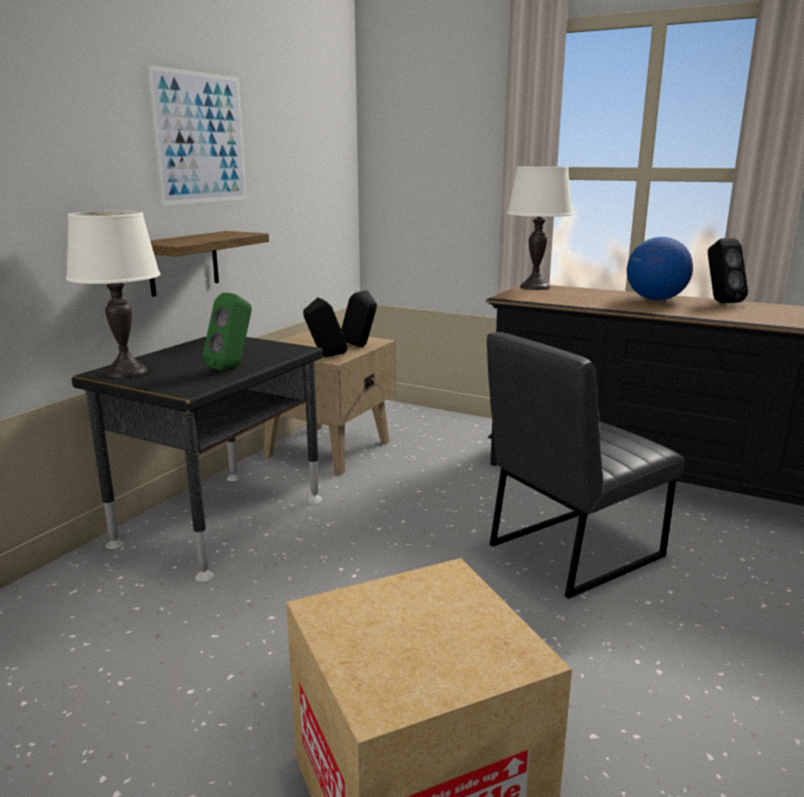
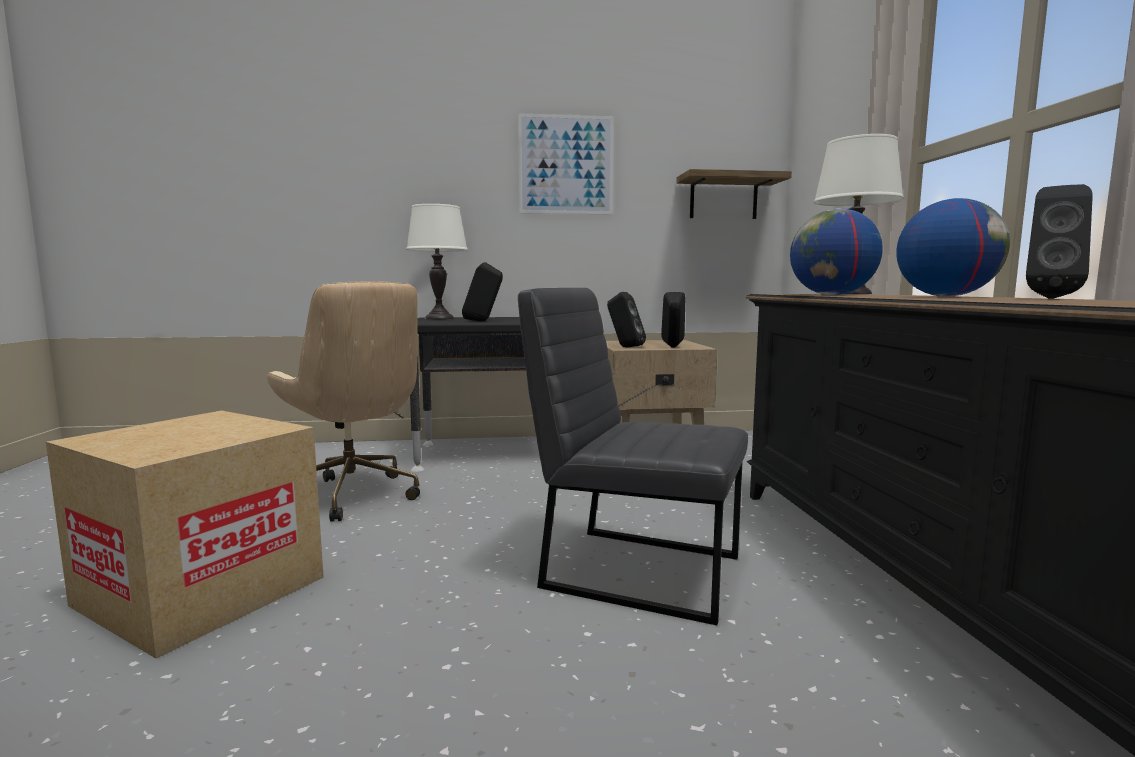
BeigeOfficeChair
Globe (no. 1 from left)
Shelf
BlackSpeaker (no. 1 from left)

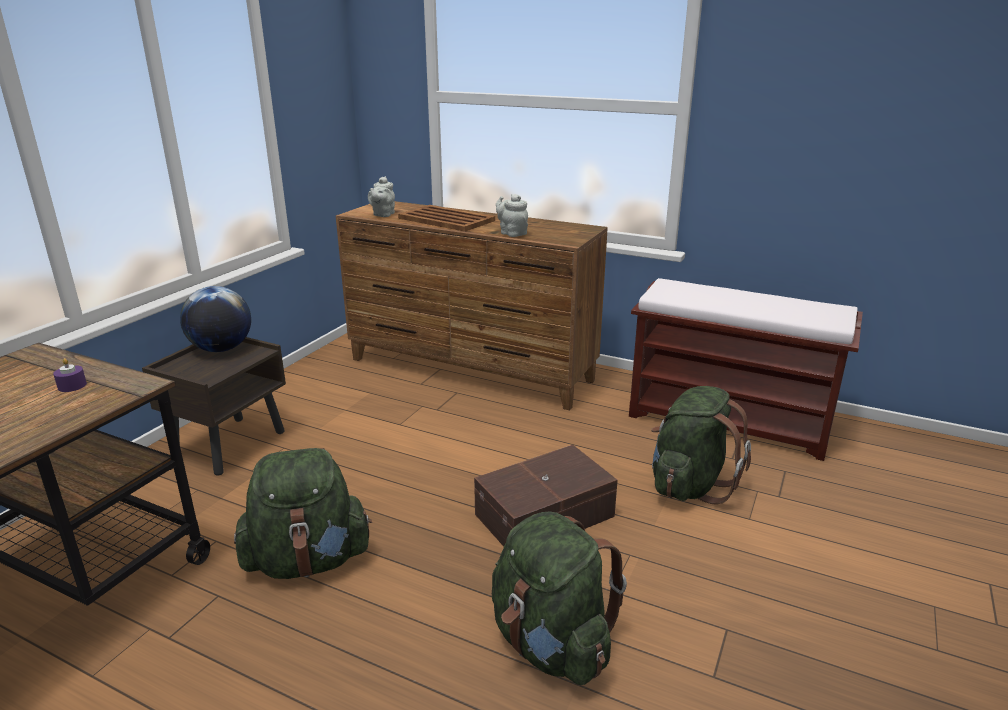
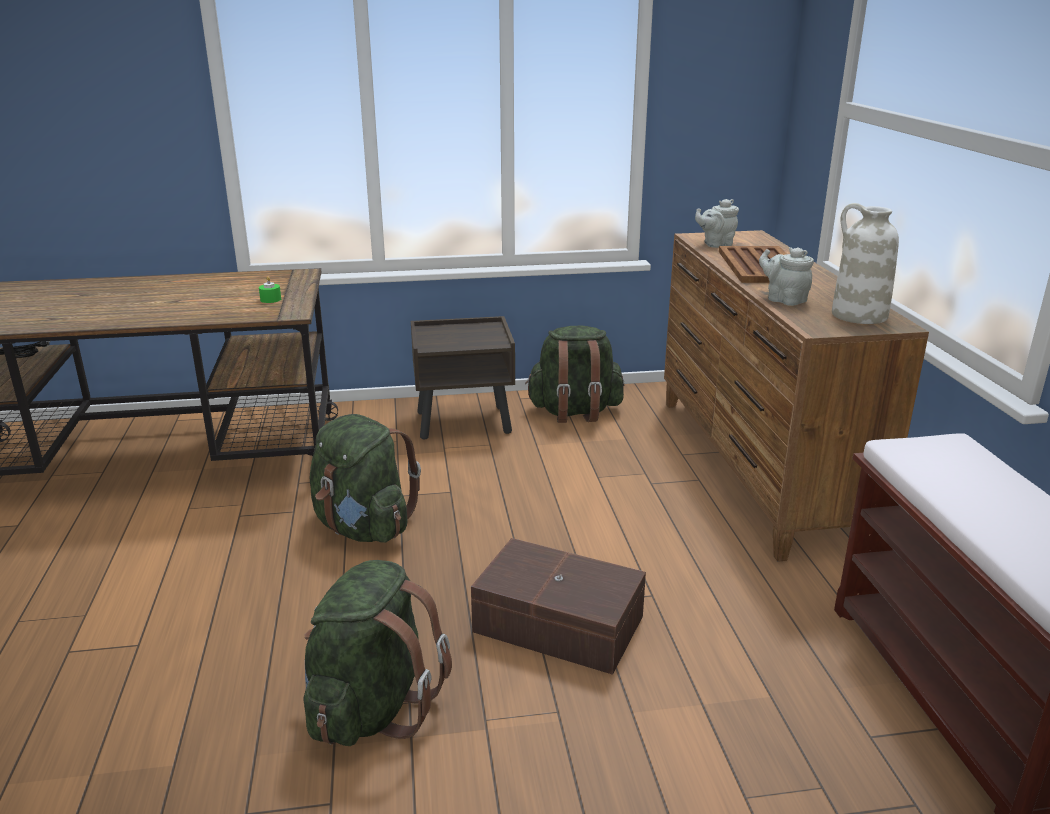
Globe
WhiteVase
GreenBackpack (no. 3 from left)
GreenCandle
GreyTeapot (no. 2 from left)

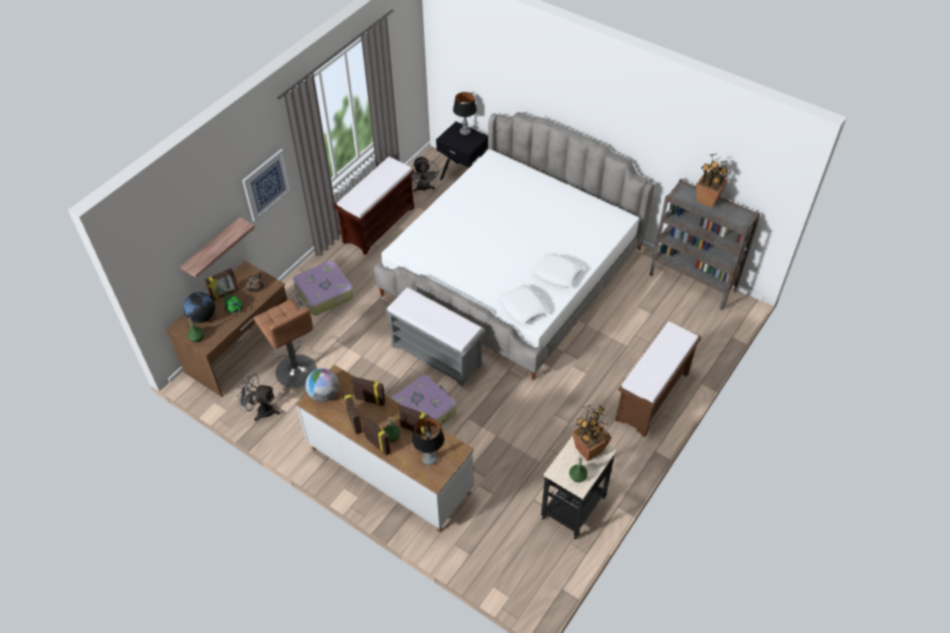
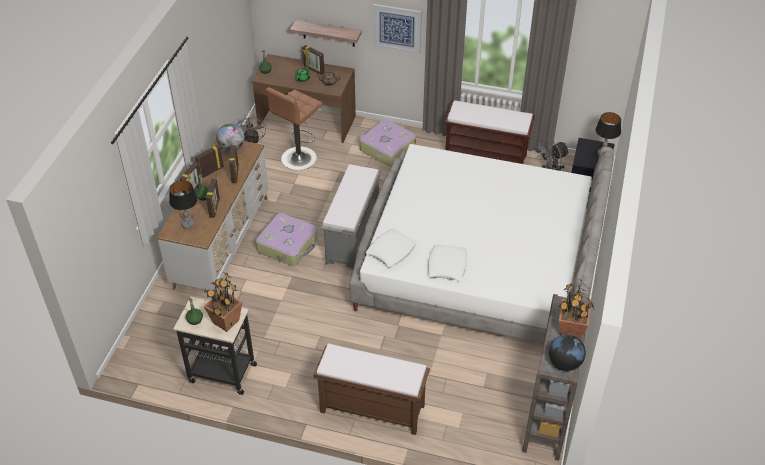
Globe (no. 2 from left)

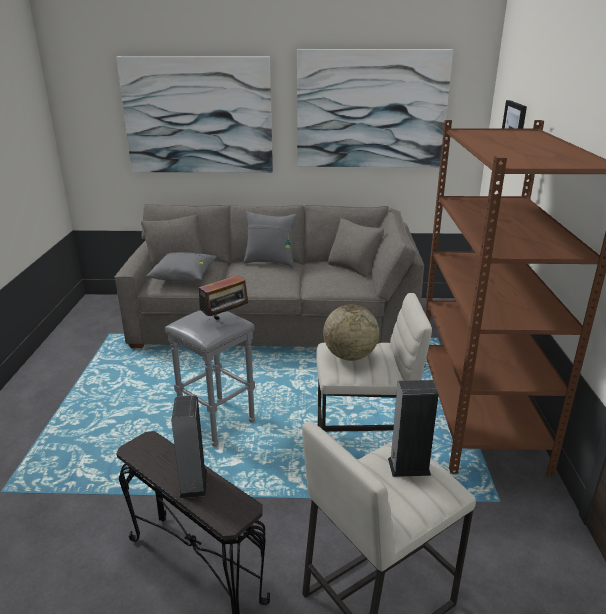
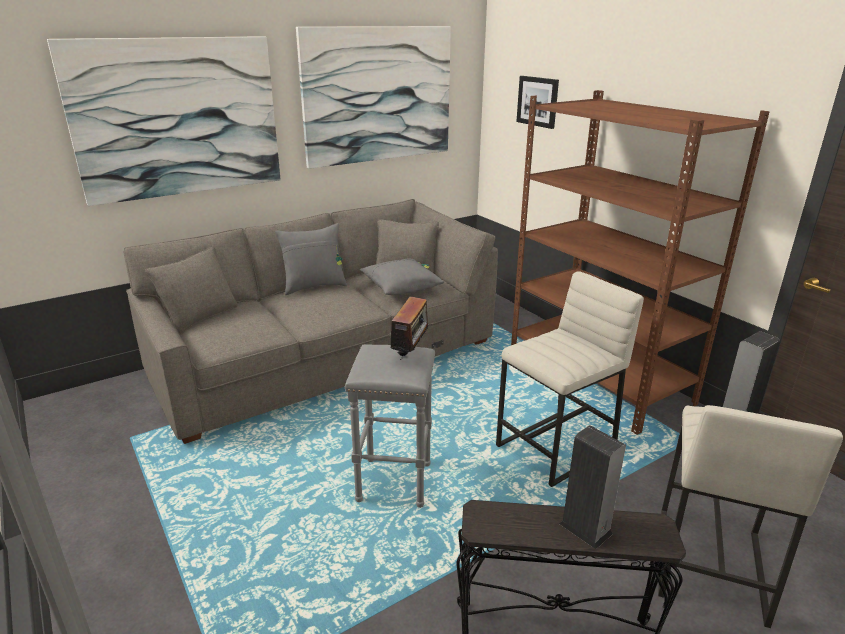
Globe
GreyPillow (no. 2 from left)

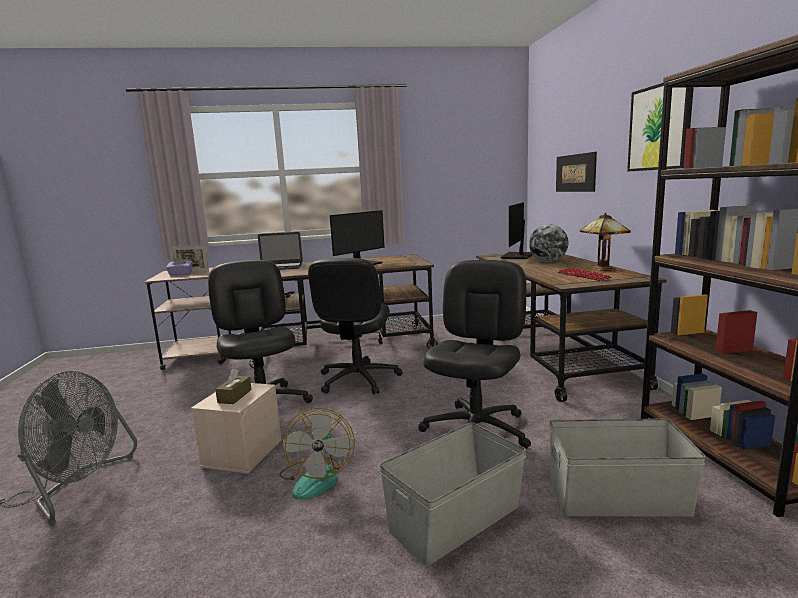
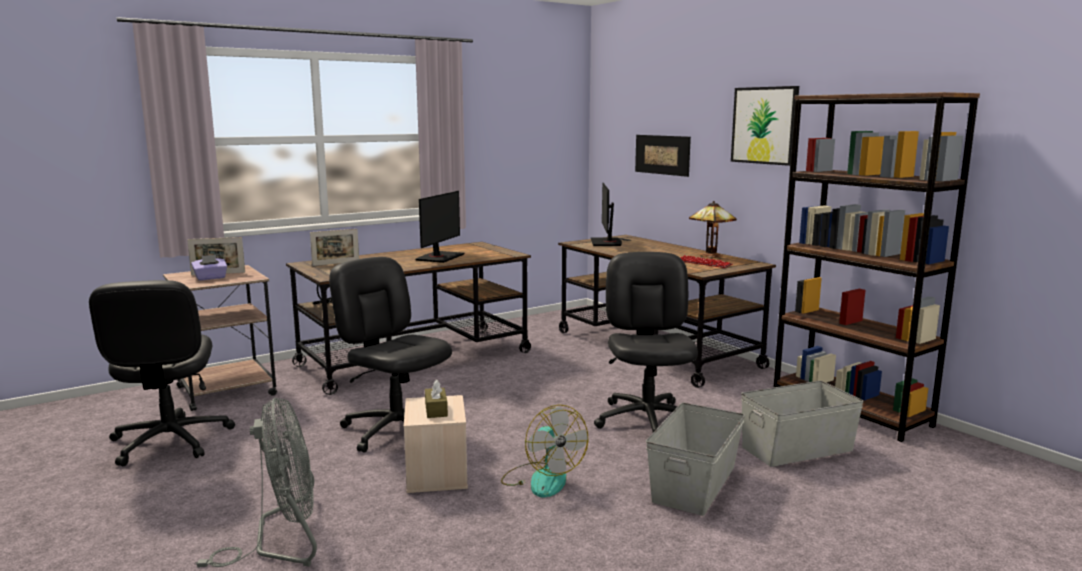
Globe
BlackOfficeChair (no. 1 from left)
PictureFrame (no. 2 from left)

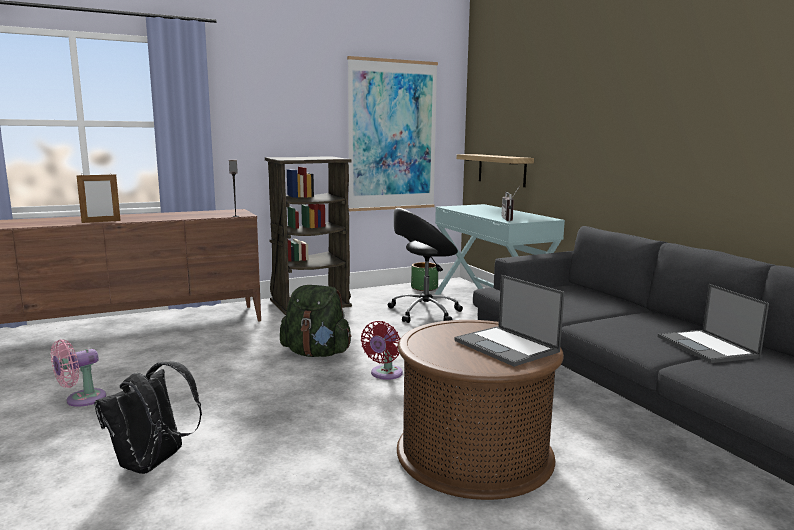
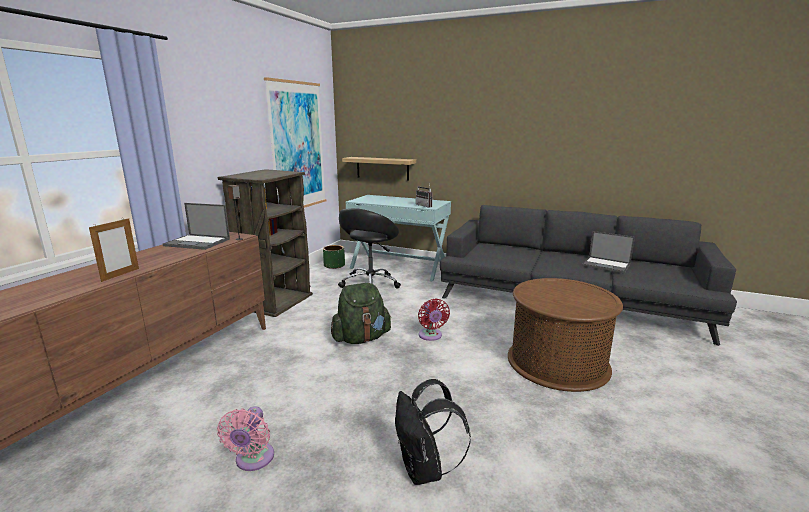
Laptop (no. 1 from left)

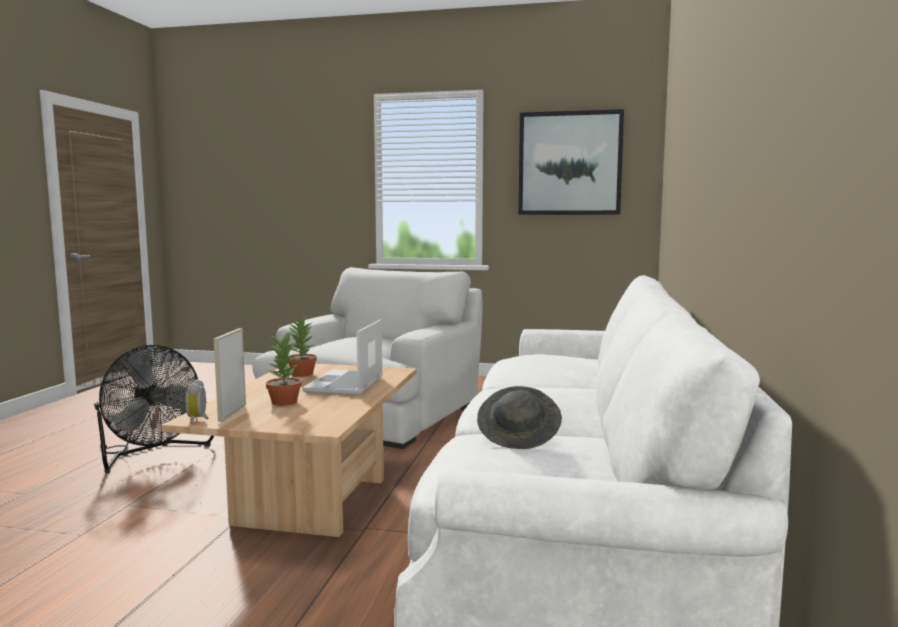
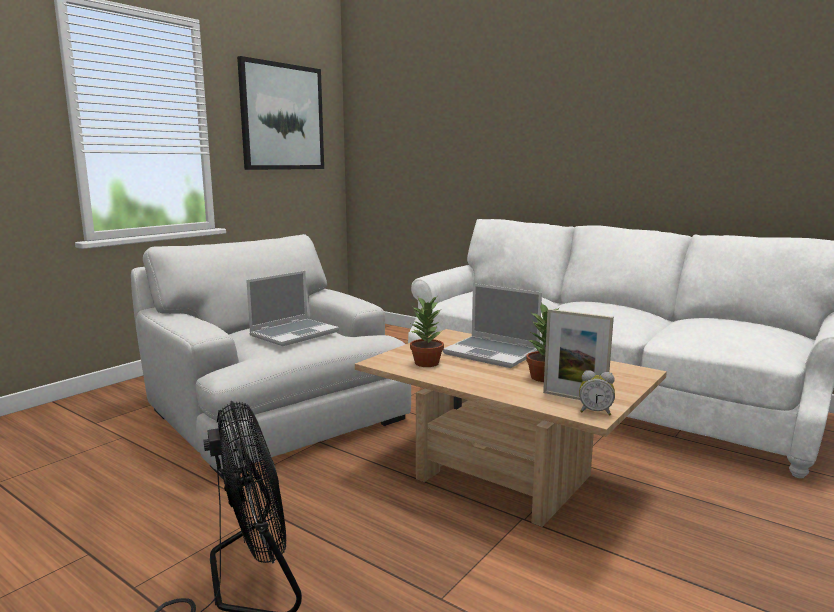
GreyHat
Laptop (no. 1 from left)

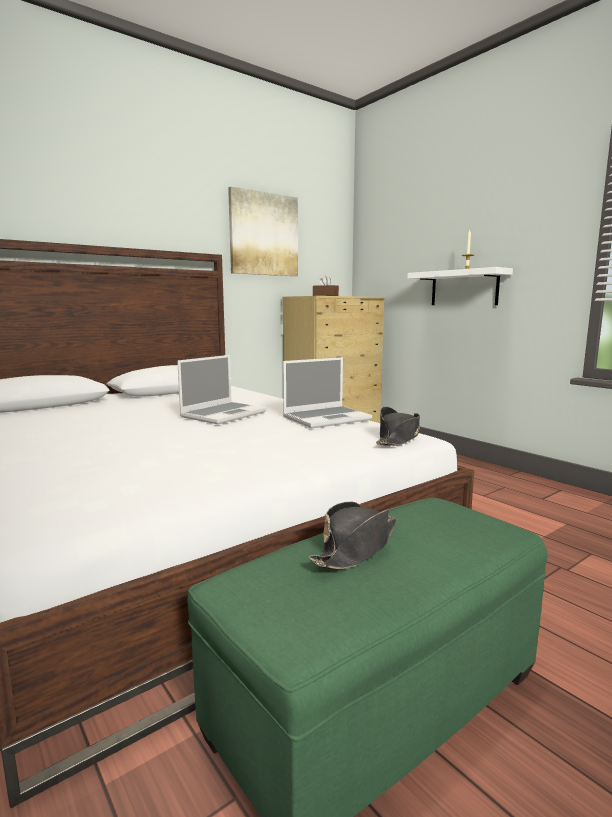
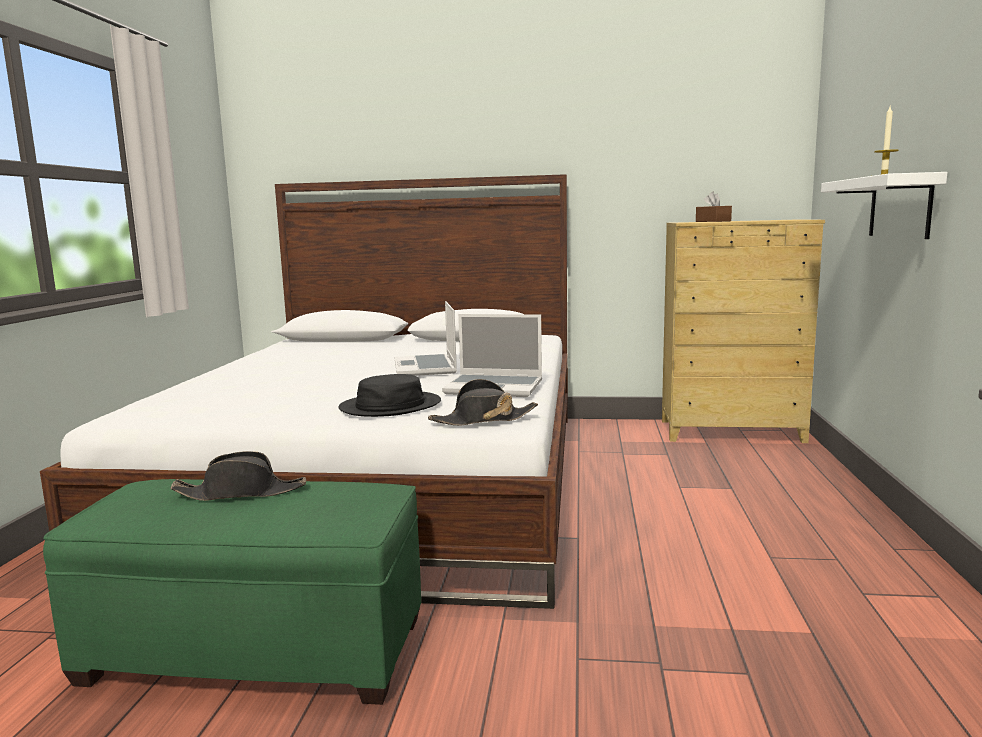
Picture
BlackHat (no. 2 from left)
Laptop (no. 1 from left)

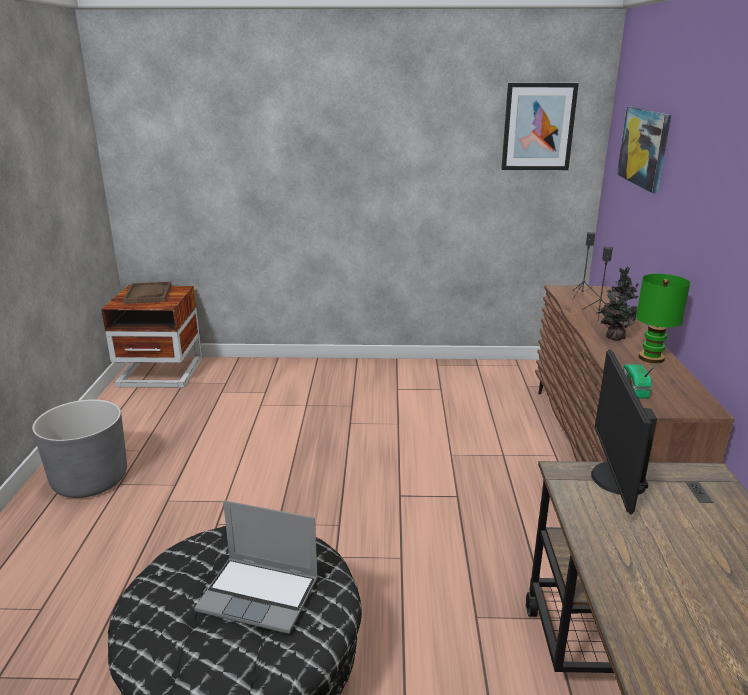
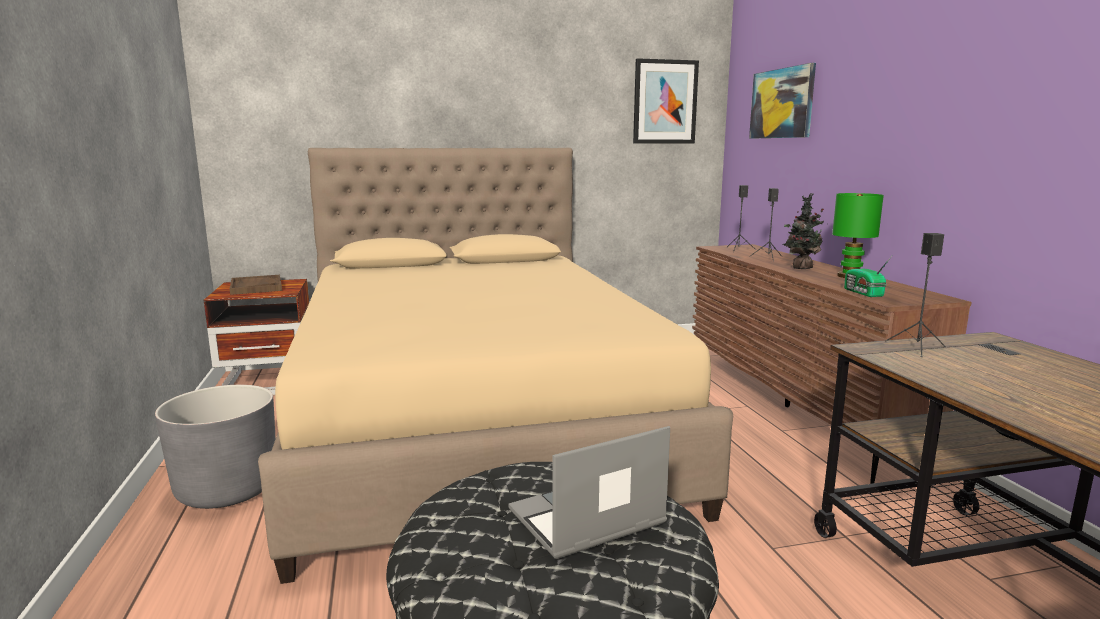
BeigeBed
BlackSpeaker (no. 3 from left)
Laptop

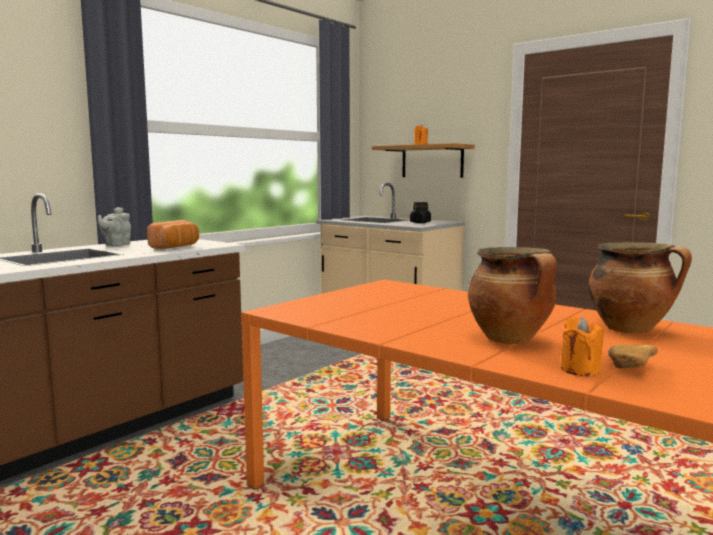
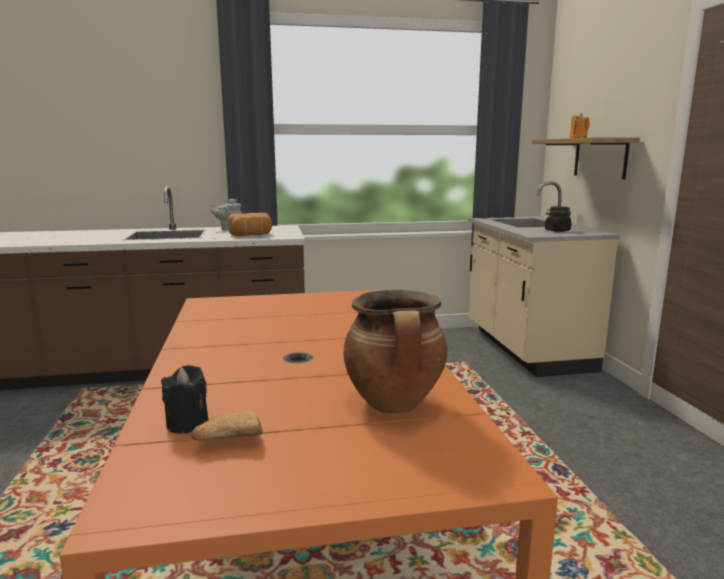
CookingPot (no. 1 from left in the first image)
BlackCandle

